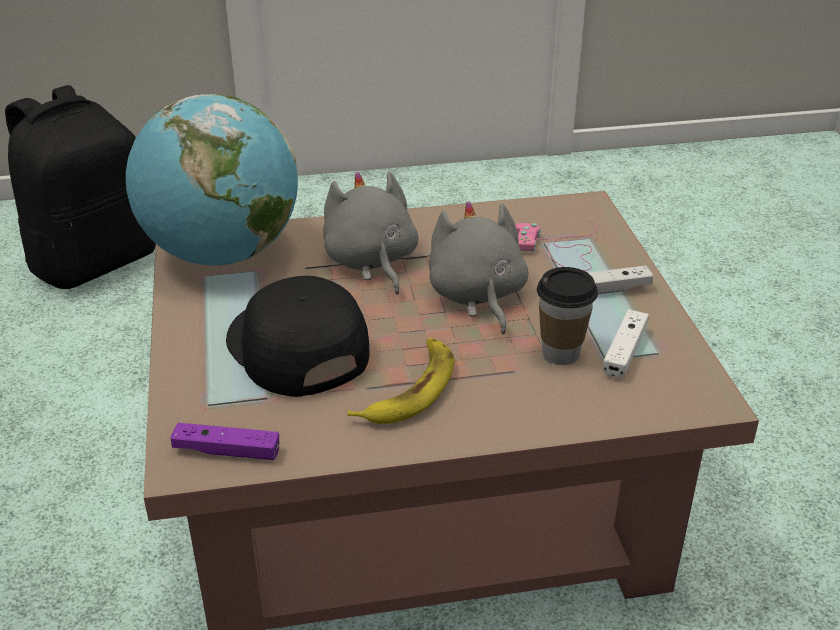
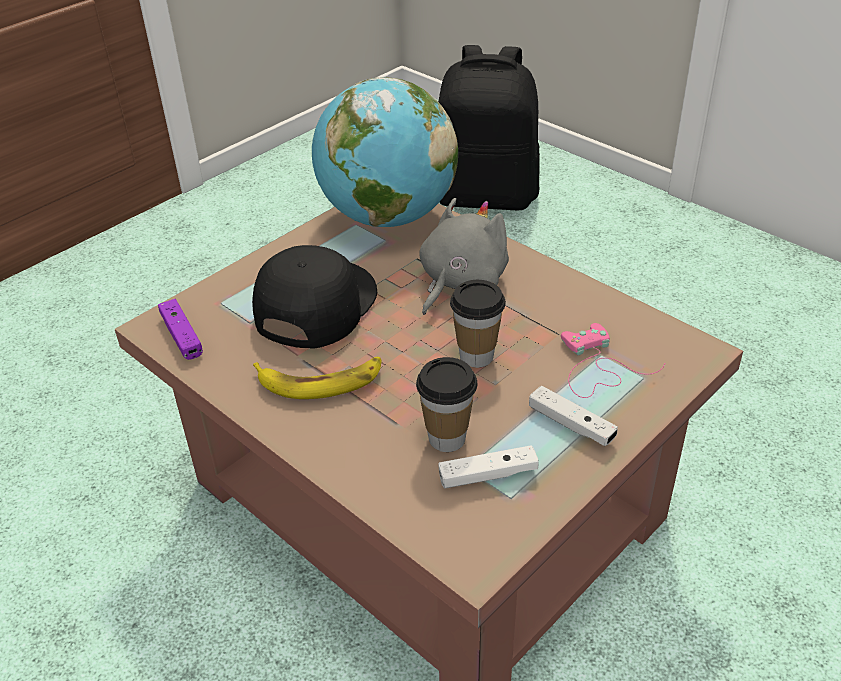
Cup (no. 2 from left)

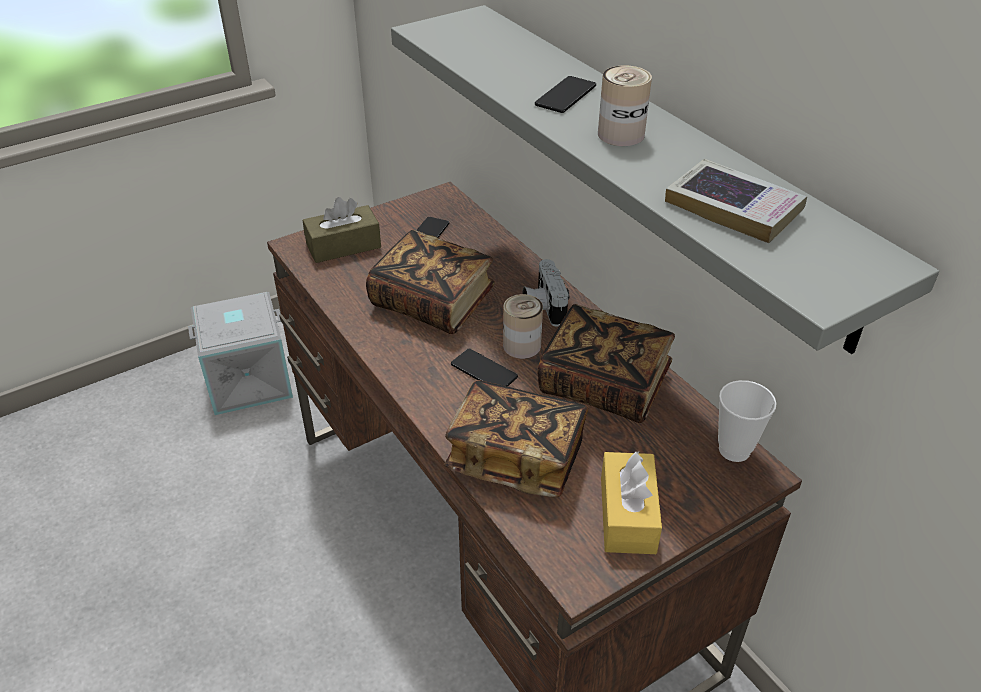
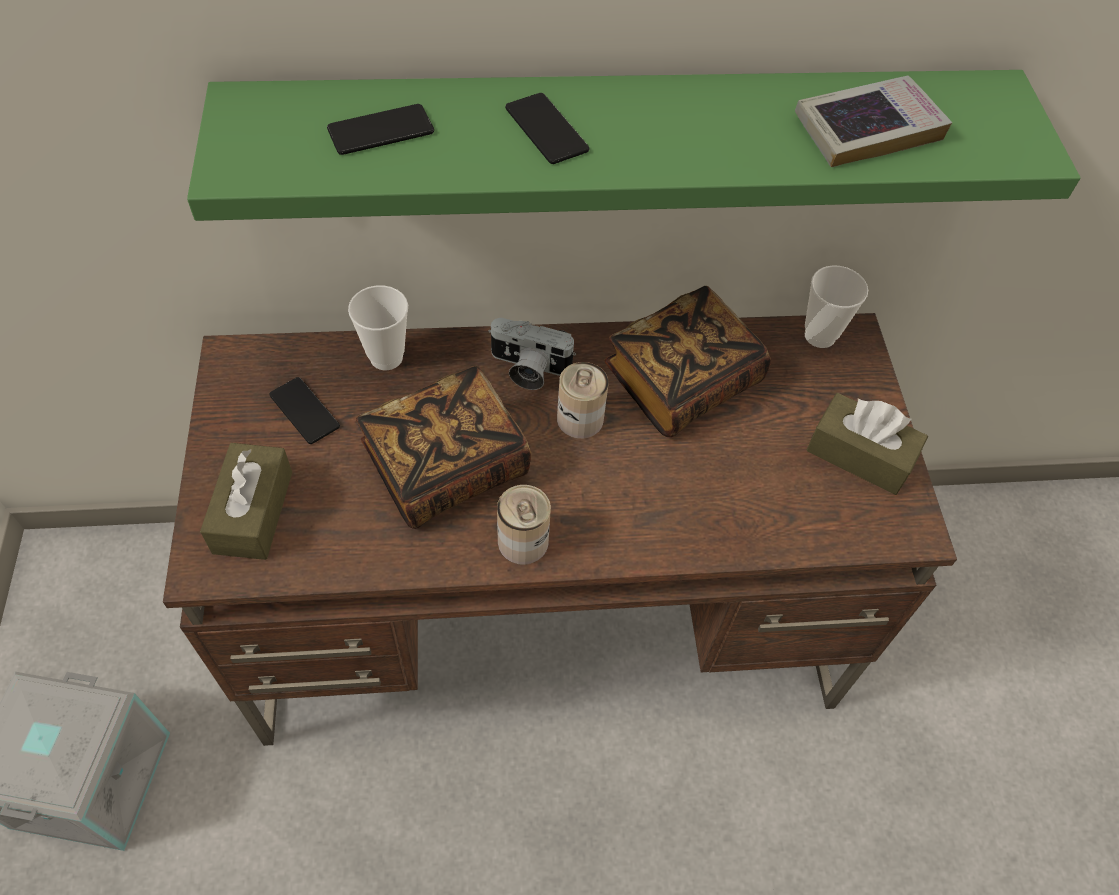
Book (no. 2 from left in the first image)
Cup (no. 1 from left)
Phone (no. 2 from left)
Can (no. 1 from left)
GreenShelf
BrownTissueBox (no. 2 from left)

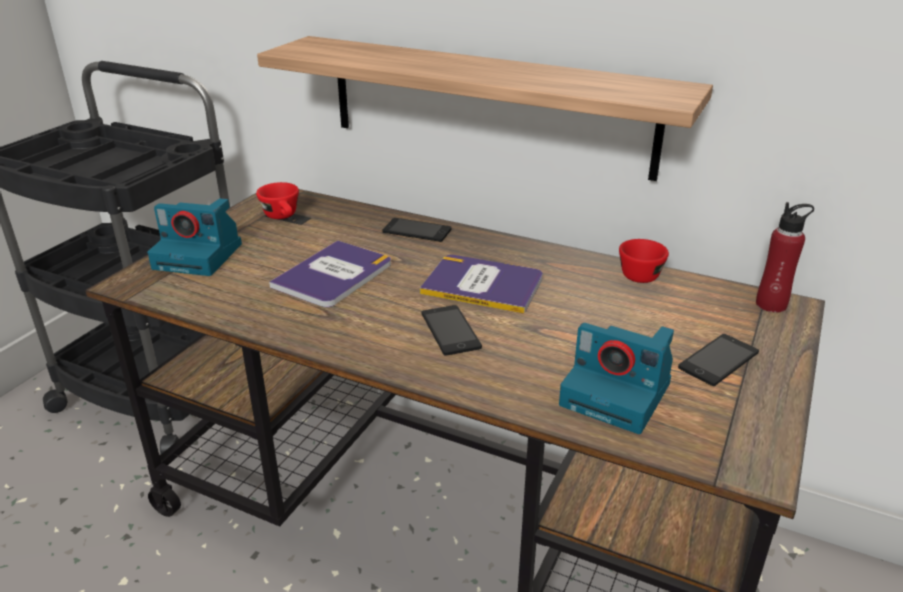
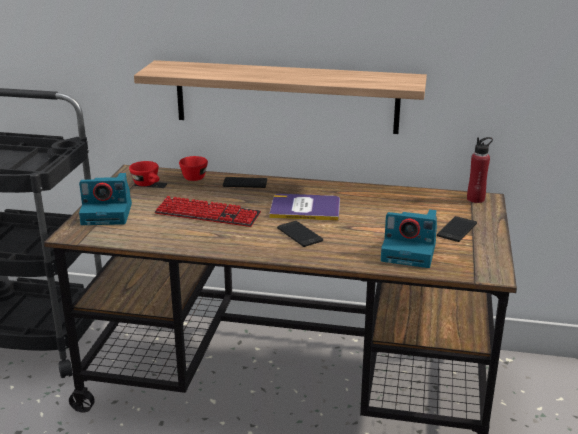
RedCup (no. 2 from left)
Keyboard

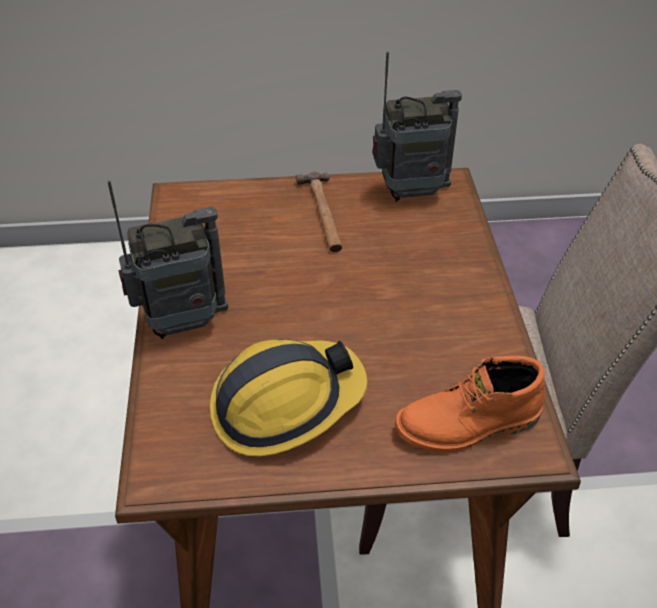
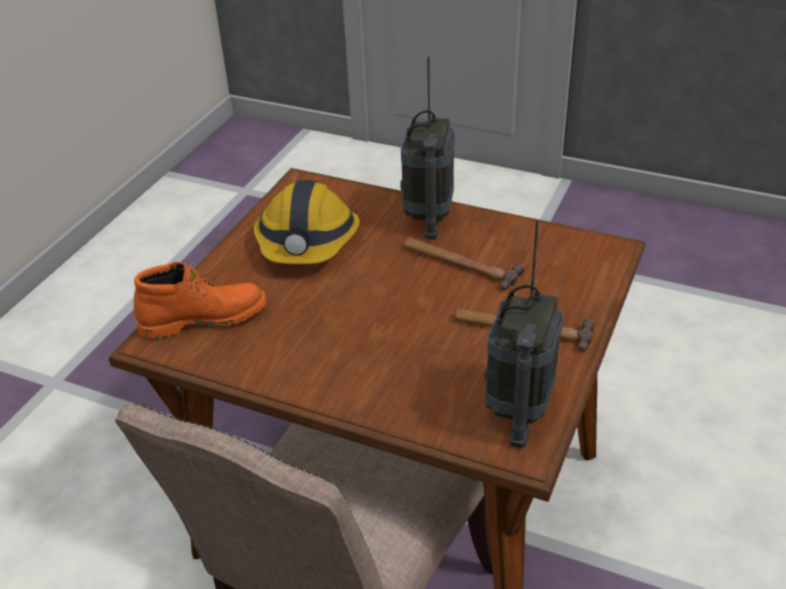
Hammer (no. 1 from left)
OrangeBoot

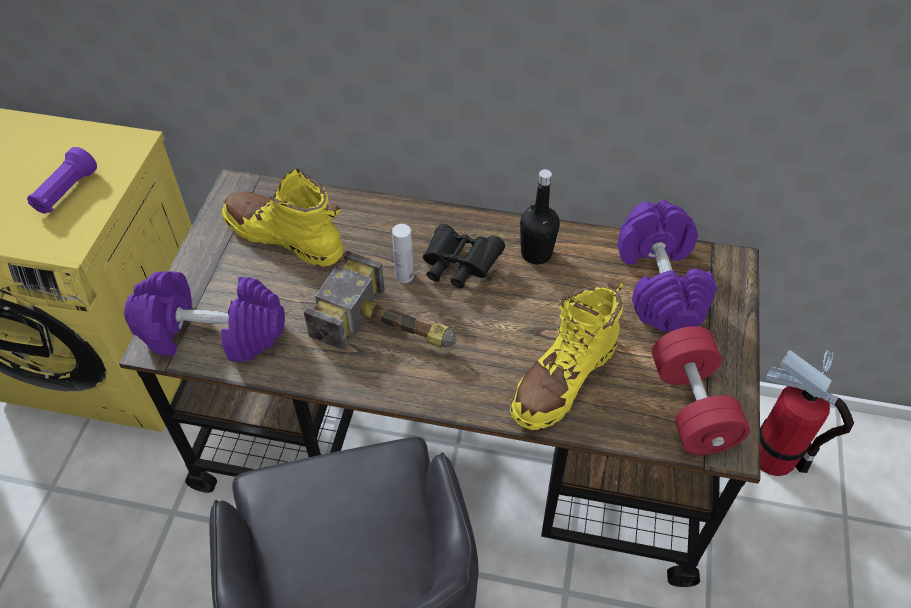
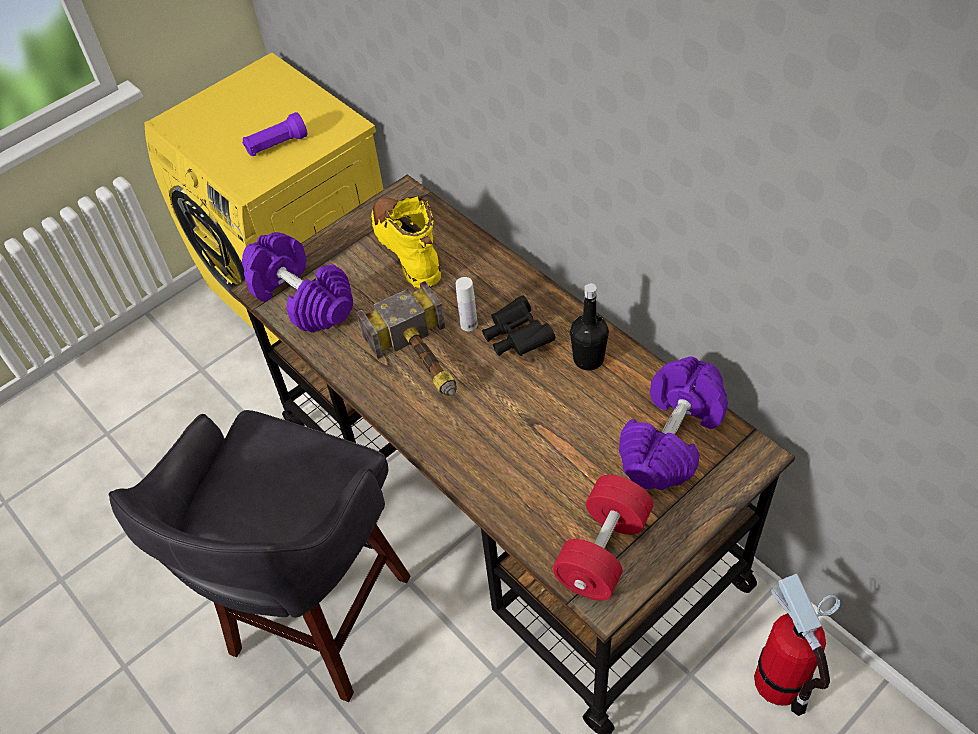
YellowBoot (no. 2 from left in the first image)

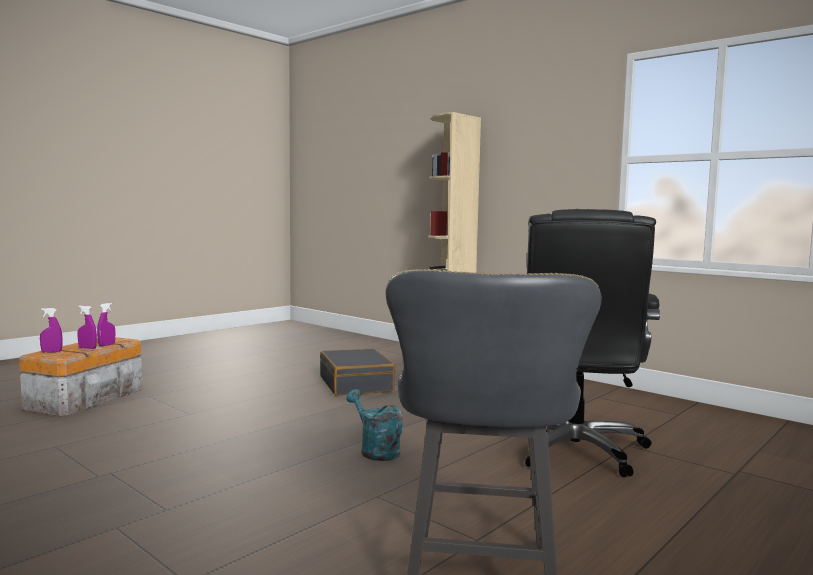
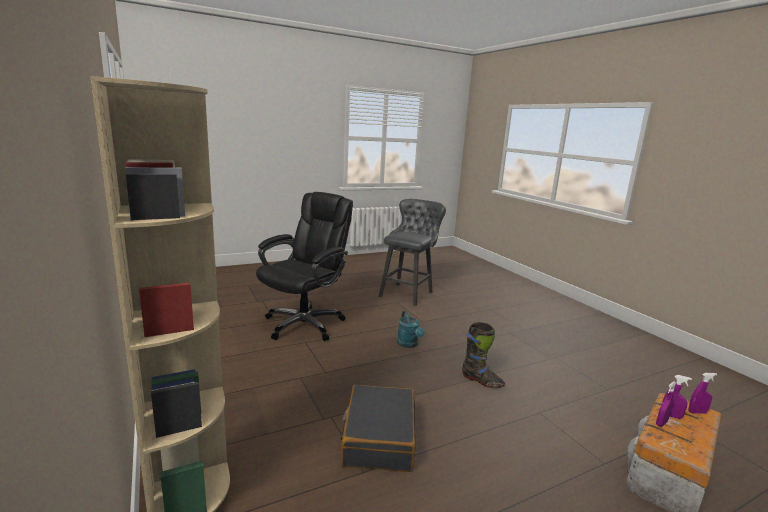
BlackBoot

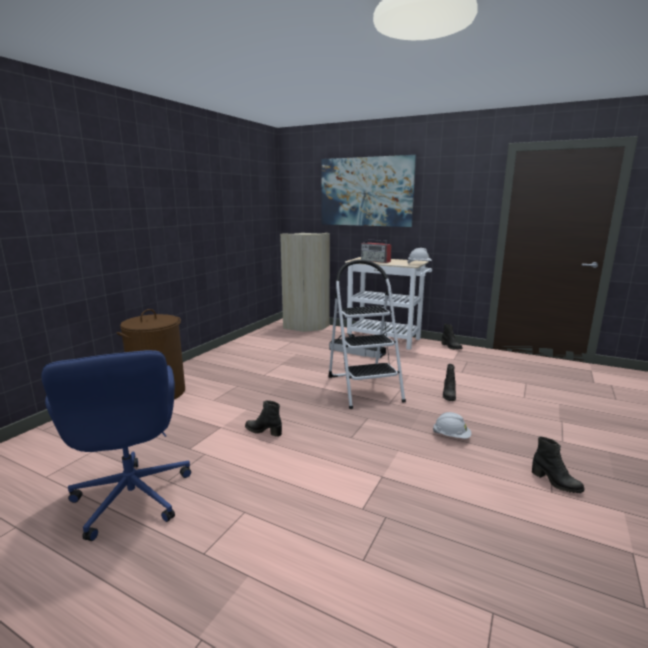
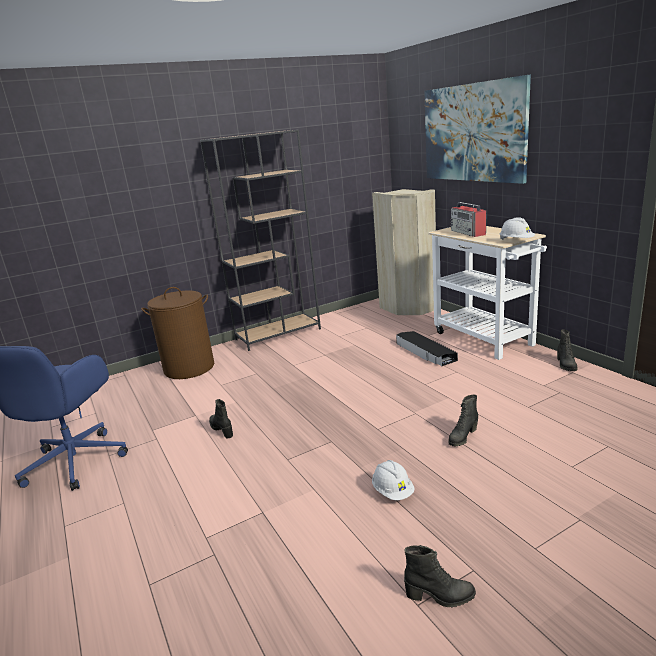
StepLadder
Bookcase
BlackBoot (no. 2 from left)

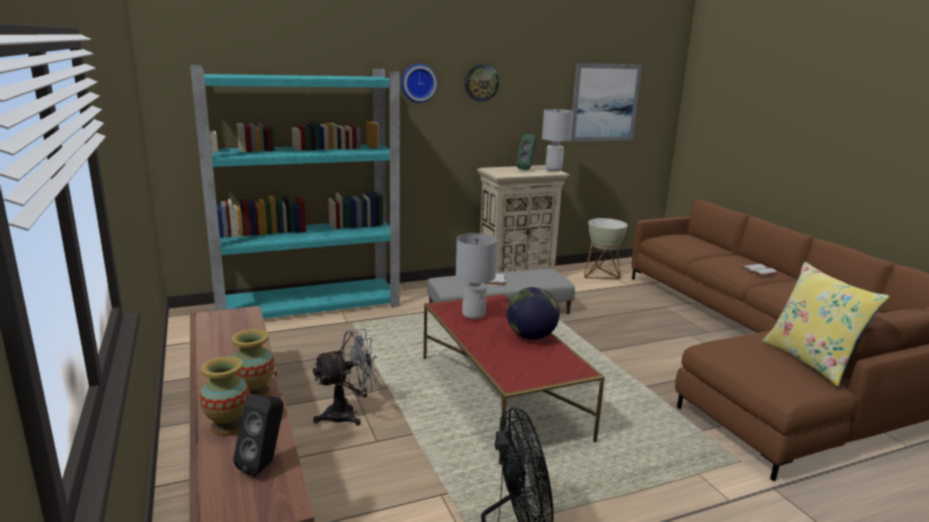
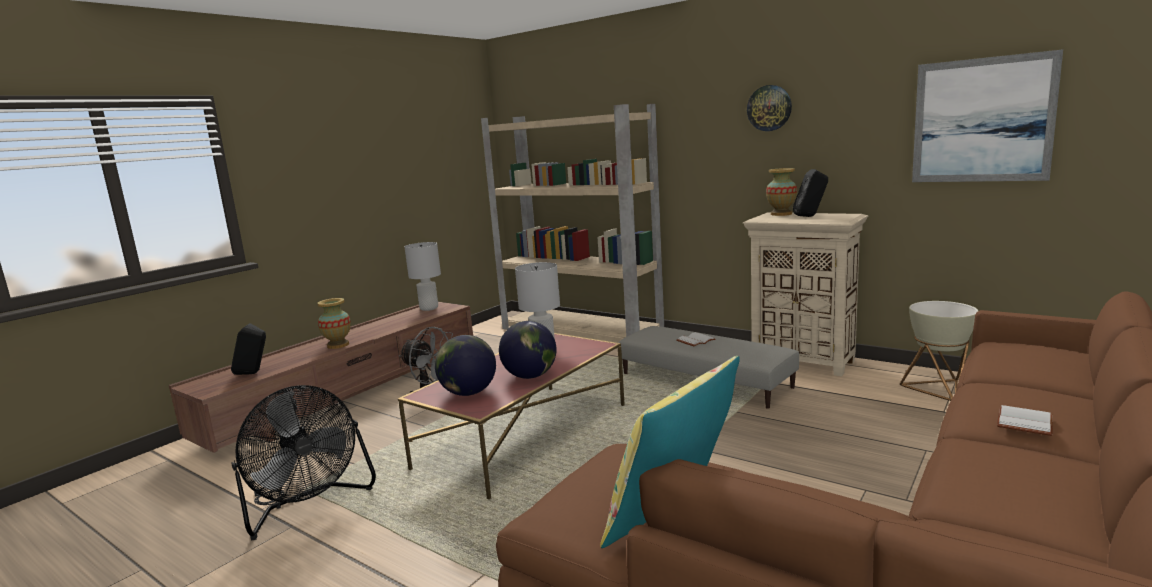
WallClock (no. 1 from left in the first image)
Globe (no. 1 from left)
Vase (no. 2 from left)
GreyTableLamp (no. 1 from left)
BeigeBookcase
BlackSpeaker (no. 2 from left)

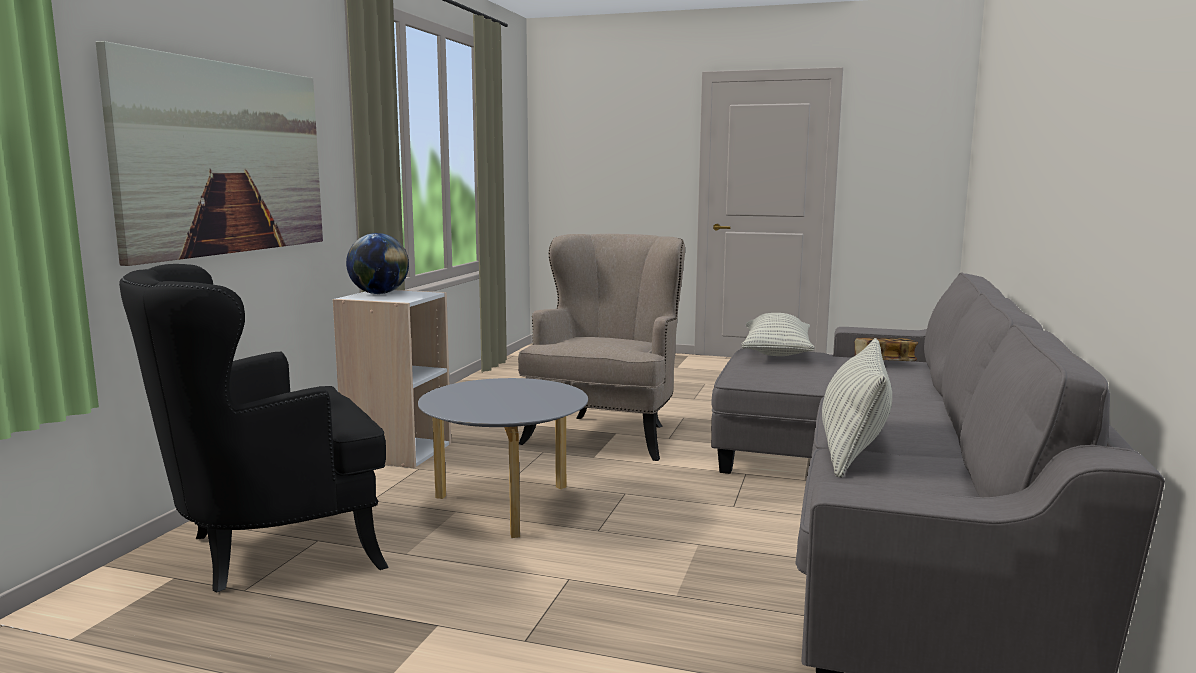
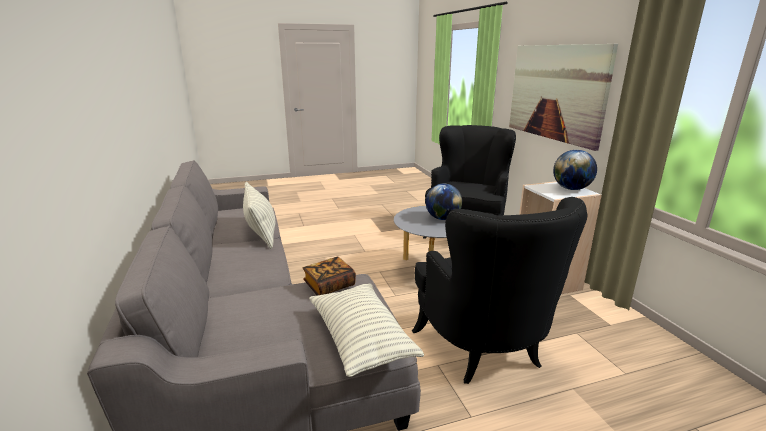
Globe (no. 1 from left)
Book
BlackArmchair (no. 2 from left)

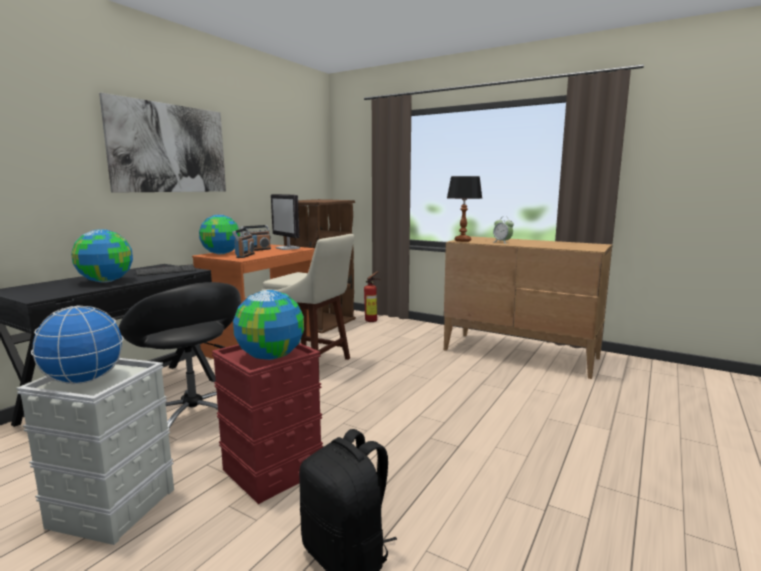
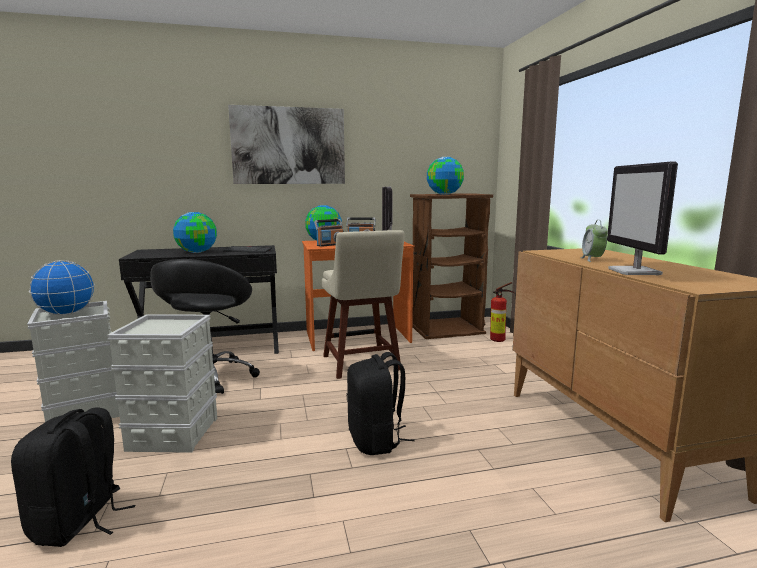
TableLamp
BlackBackpack (no. 2 from left)
Monitor (no. 2 from left)
Globe (no. 4 from left)
GreyStorageBox (no. 2 from left)

